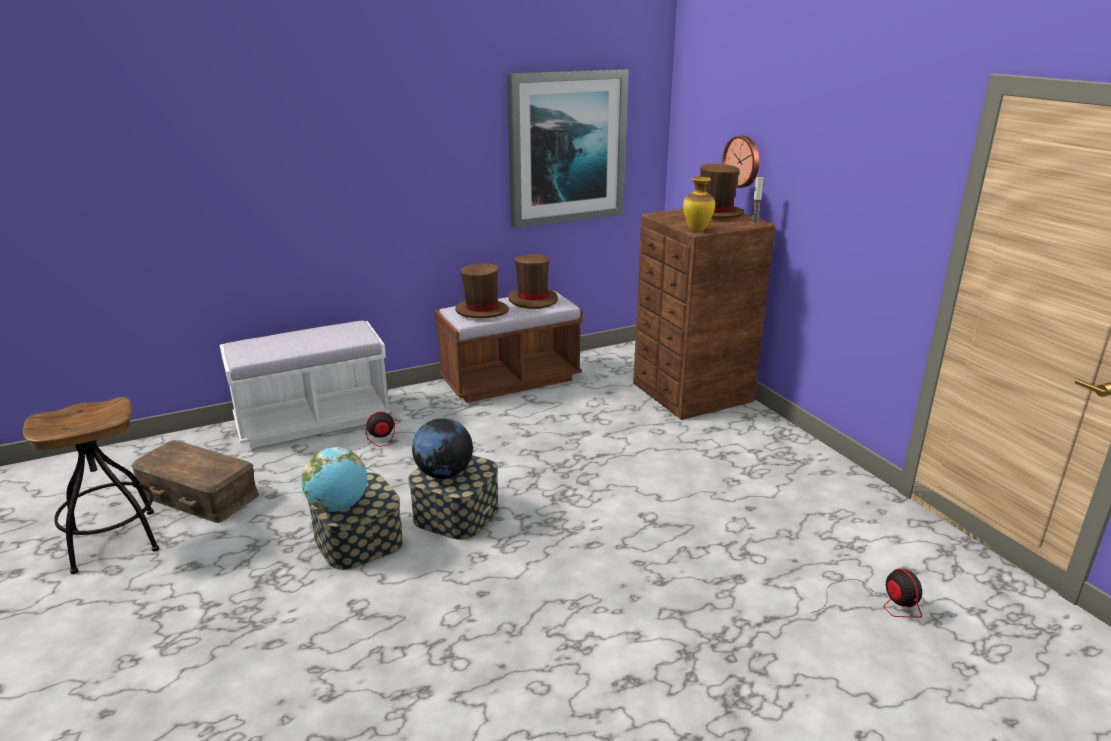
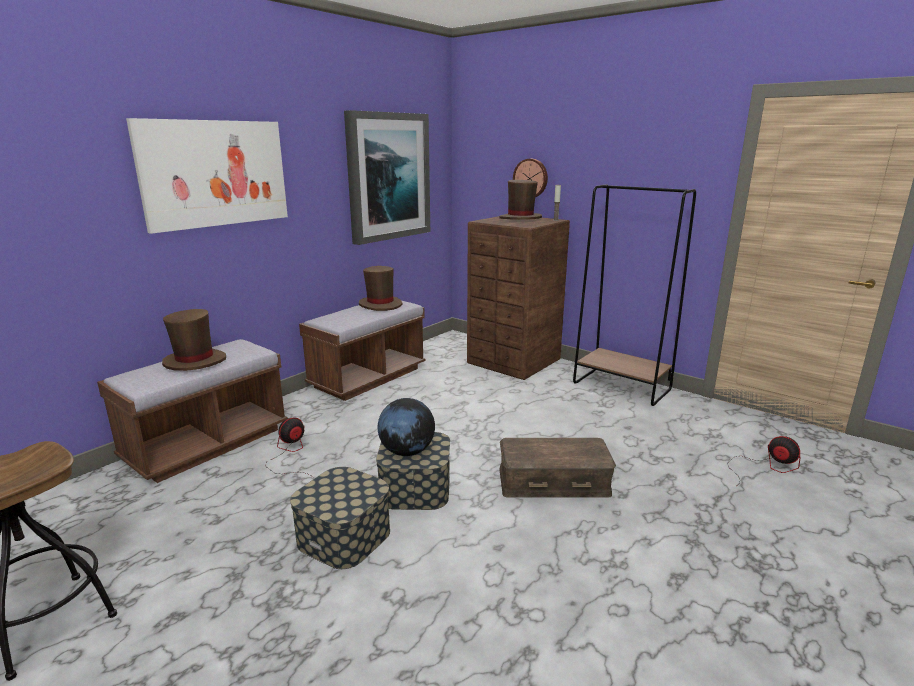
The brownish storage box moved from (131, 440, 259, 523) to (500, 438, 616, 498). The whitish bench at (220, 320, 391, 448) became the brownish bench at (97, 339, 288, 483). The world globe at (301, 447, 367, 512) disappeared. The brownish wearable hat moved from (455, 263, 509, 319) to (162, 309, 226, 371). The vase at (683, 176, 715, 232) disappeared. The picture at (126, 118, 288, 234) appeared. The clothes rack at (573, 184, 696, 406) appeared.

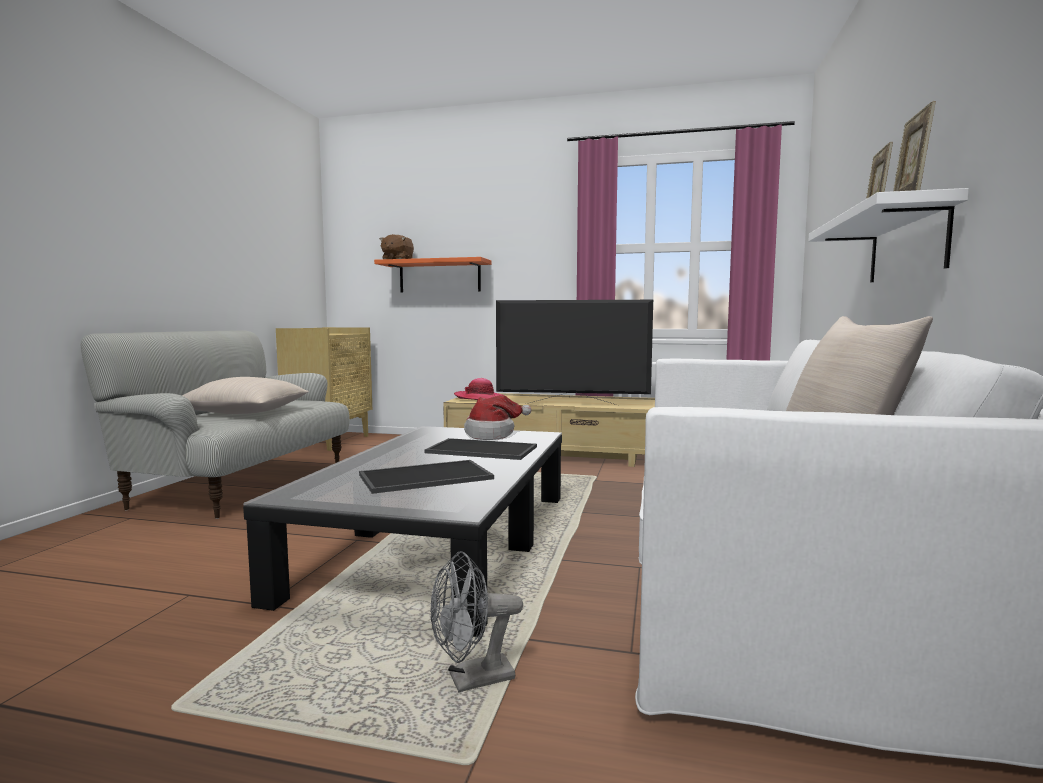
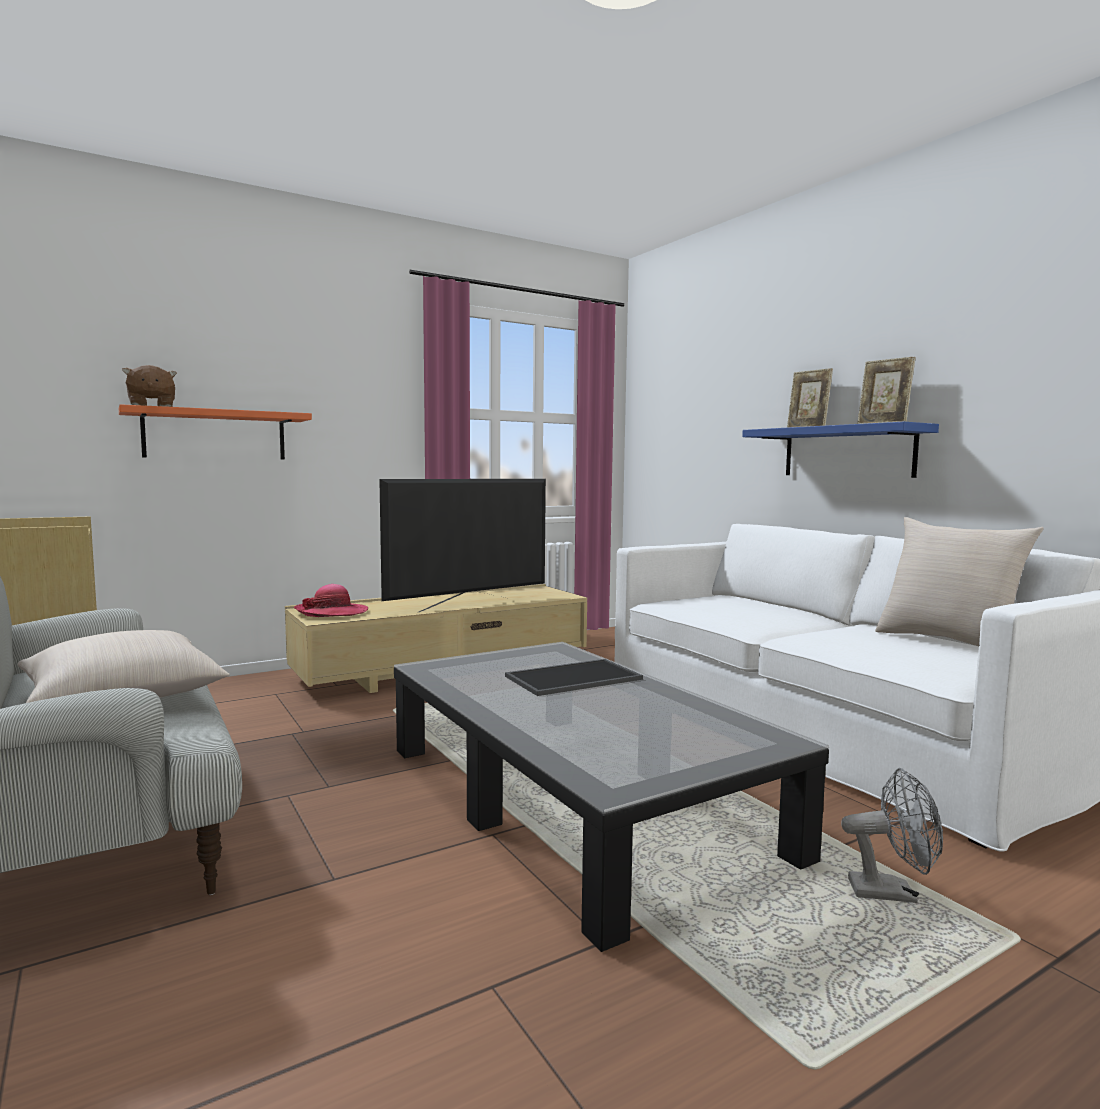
The tray at (359, 460, 494, 494) disappeared. The greyish cooling fan at (430, 551, 523, 692) turned 105 degrees counterclockwise. The wearable hat at (464, 395, 531, 440) disappeared. The whitish wall shelf at (809, 188, 969, 282) became the bluish wall shelf at (742, 422, 939, 478).

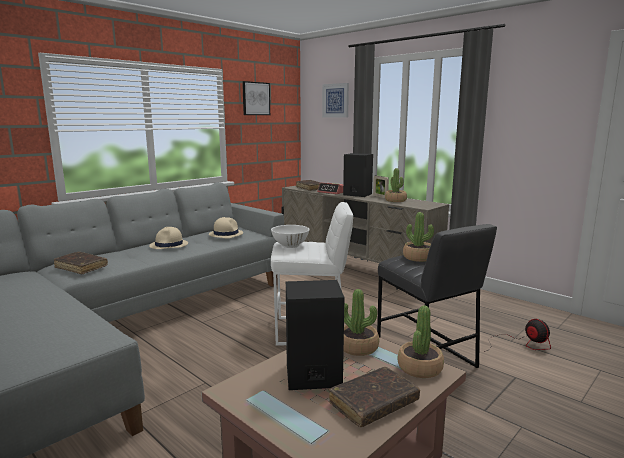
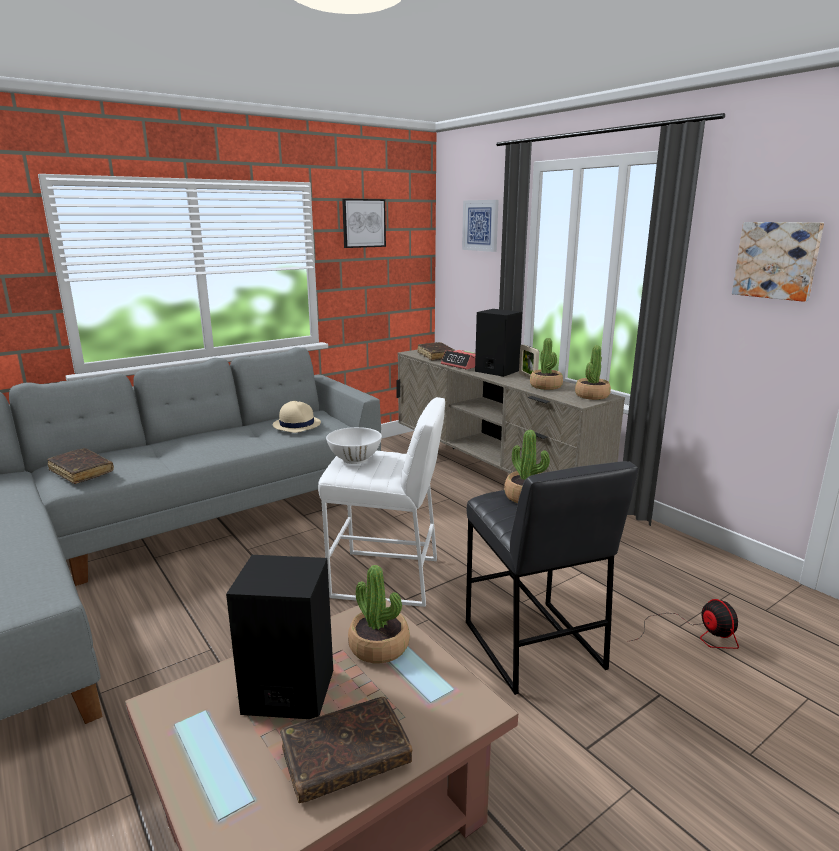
The beige wearable hat at (149, 227, 188, 249) disappeared. The houseplant moved from (397, 305, 444, 378) to (575, 345, 611, 400). The picture at (732, 222, 824, 302) appeared.

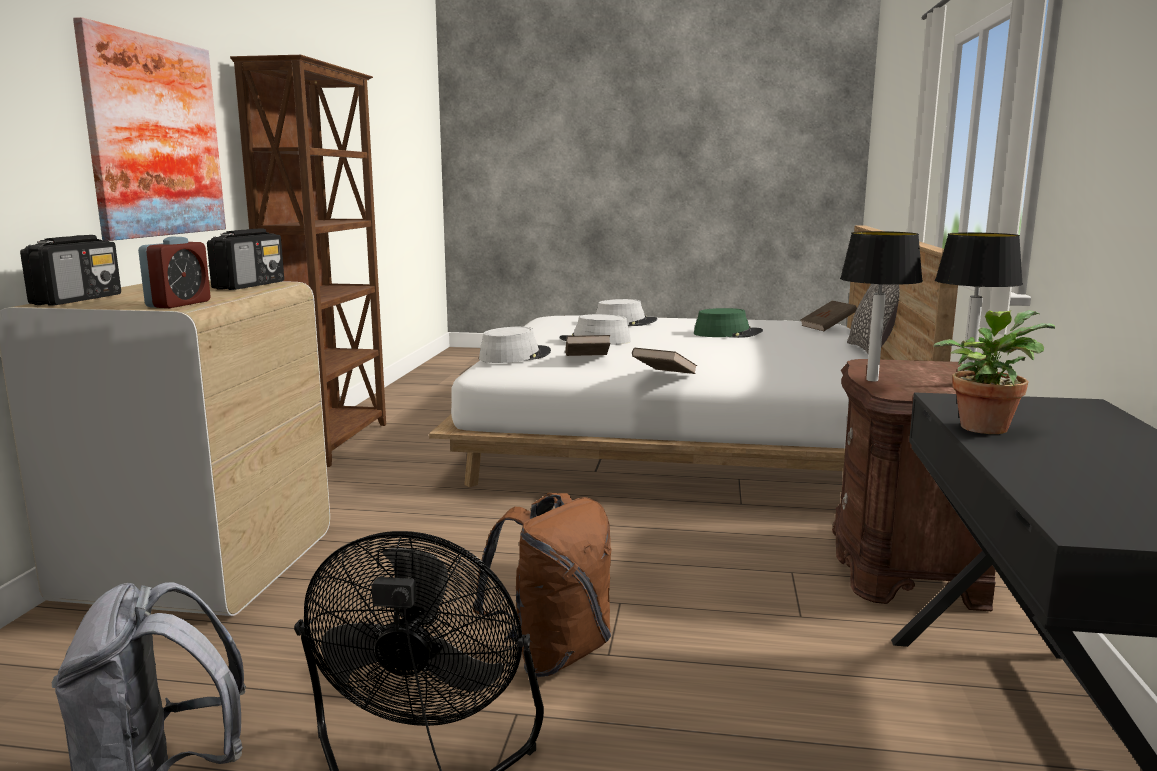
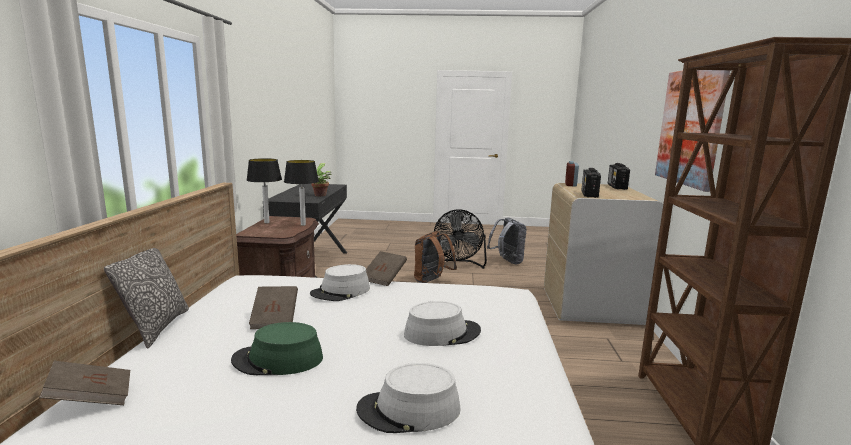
The greyish wearable hat moved from (479, 327, 551, 363) to (310, 264, 370, 301). The brownish volume moved from (565, 335, 610, 356) to (249, 286, 298, 329).

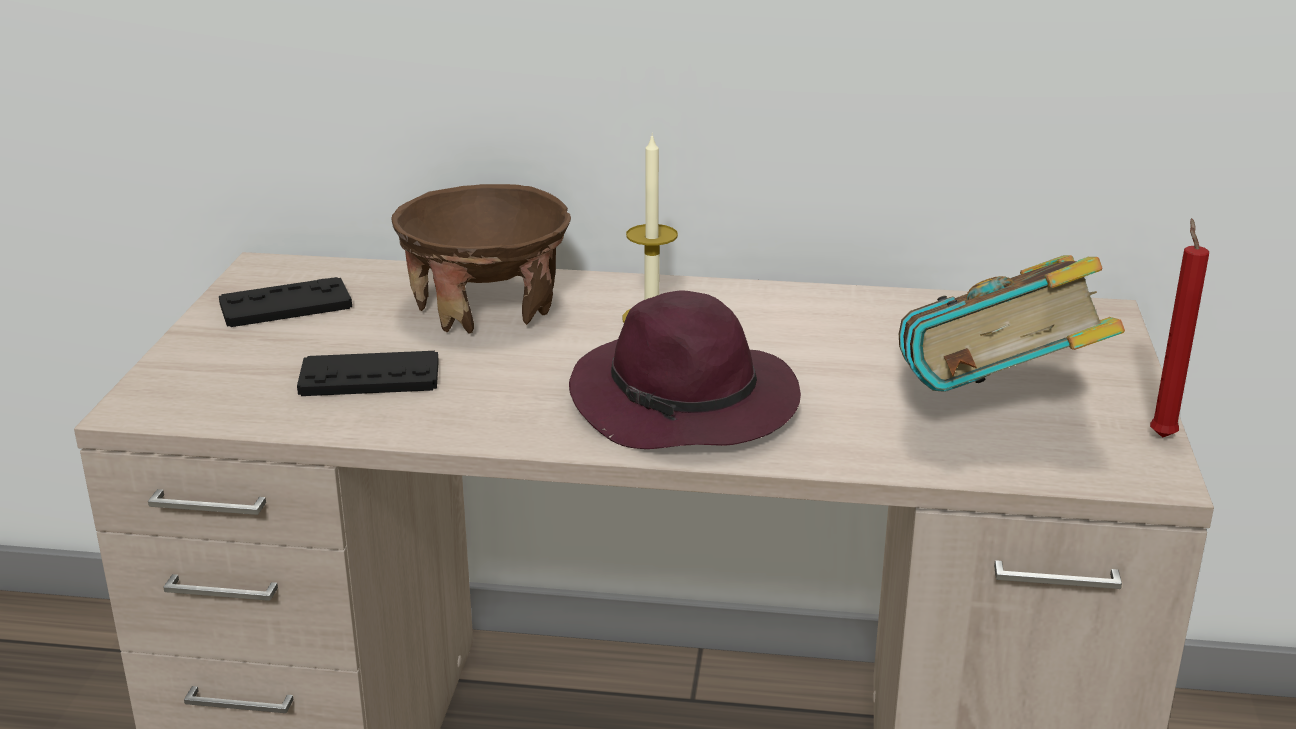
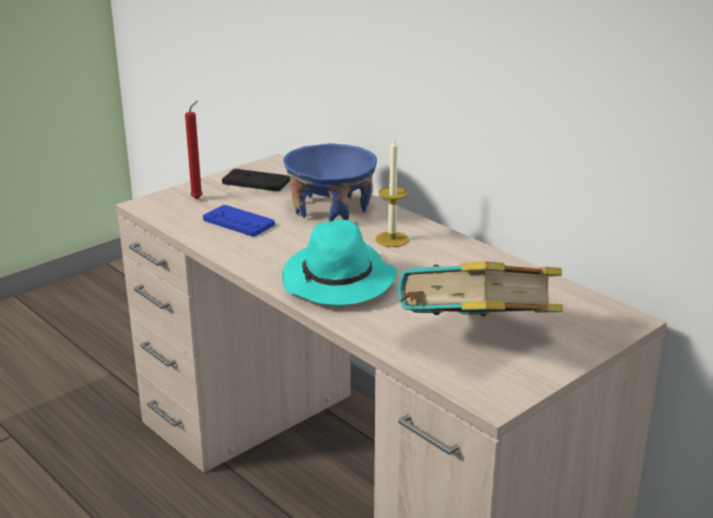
The blackish gamepad at (297, 351, 439, 396) became the bluish gamepad at (203, 205, 275, 237). The brownish bowl at (391, 184, 571, 334) became the bluish bowl at (283, 143, 377, 222). The purple wearable hat at (569, 290, 801, 449) became the turquoise wearable hat at (282, 220, 397, 305). The reddish wax candle moved from (1150, 218, 1209, 438) to (185, 101, 203, 199).

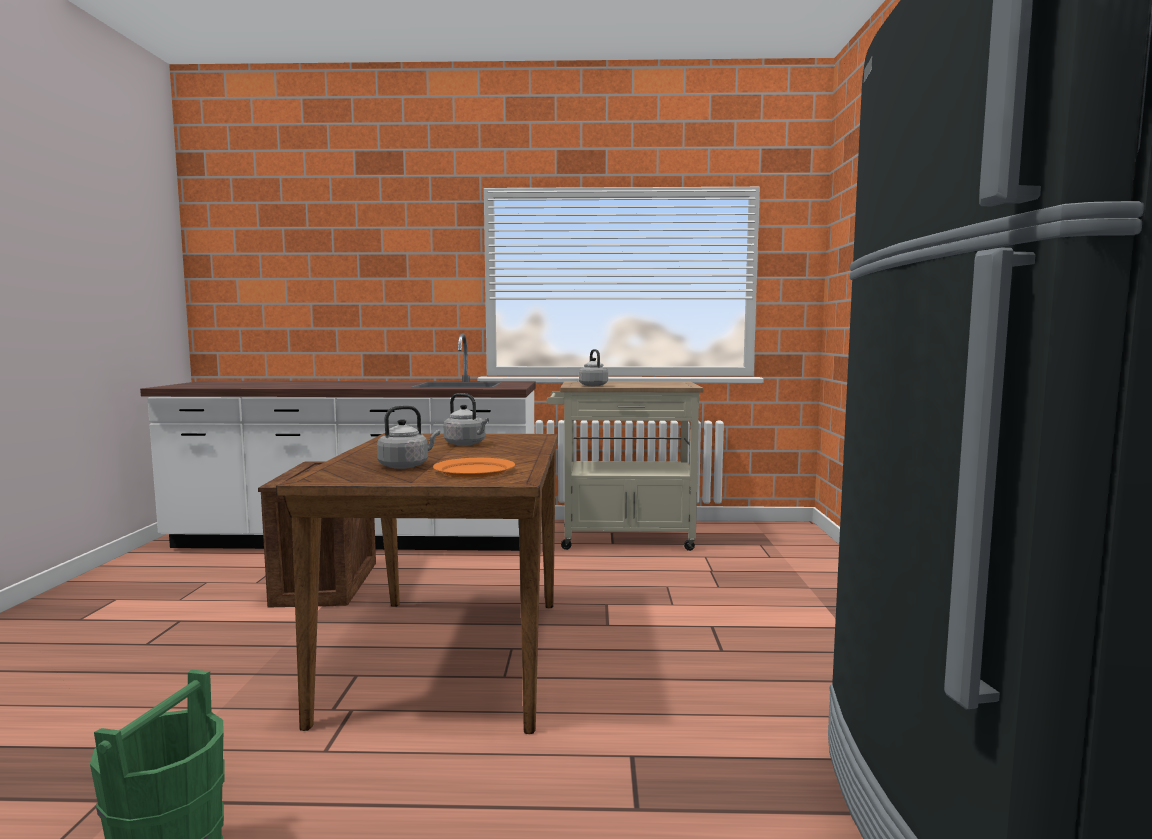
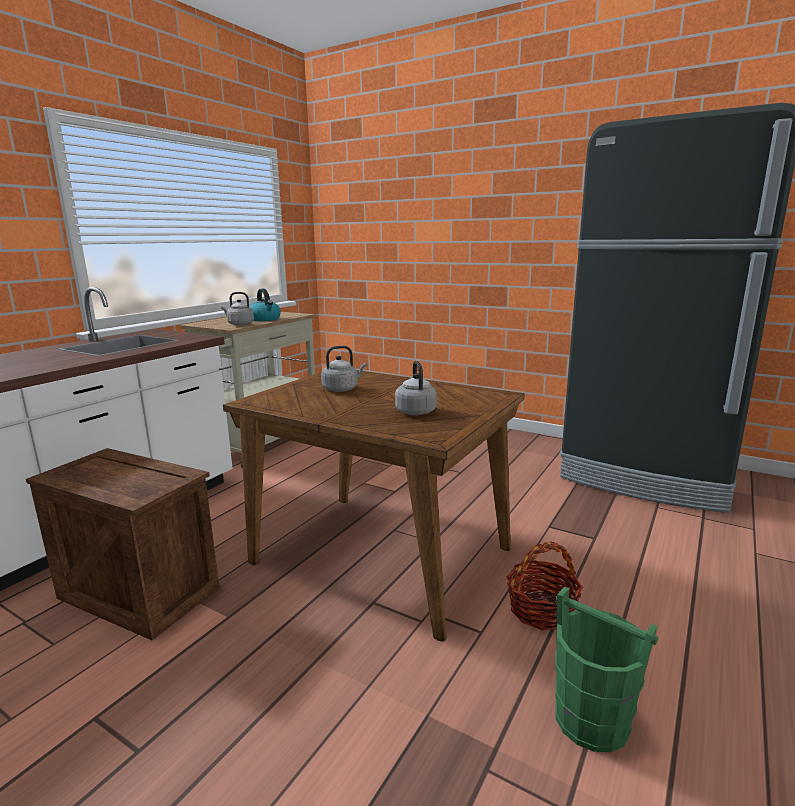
The orange-coloured plate at (433, 458, 515, 478) disappeared. The kettle at (249, 289, 281, 321) appeared. The storage basket at (506, 542, 583, 630) appeared.

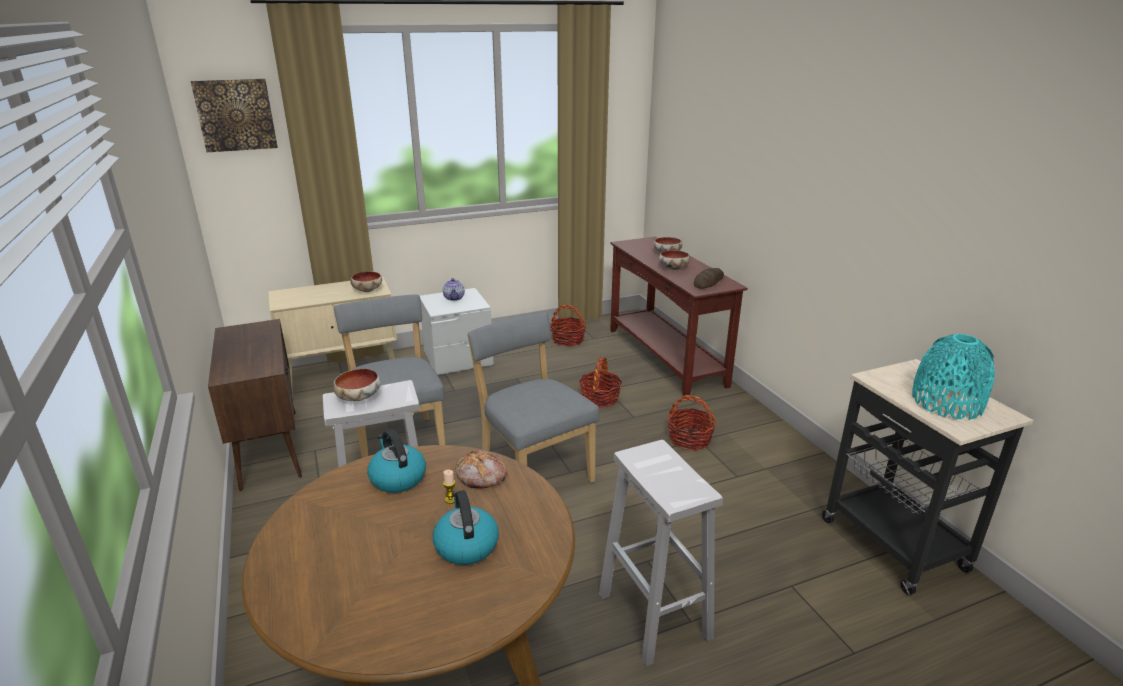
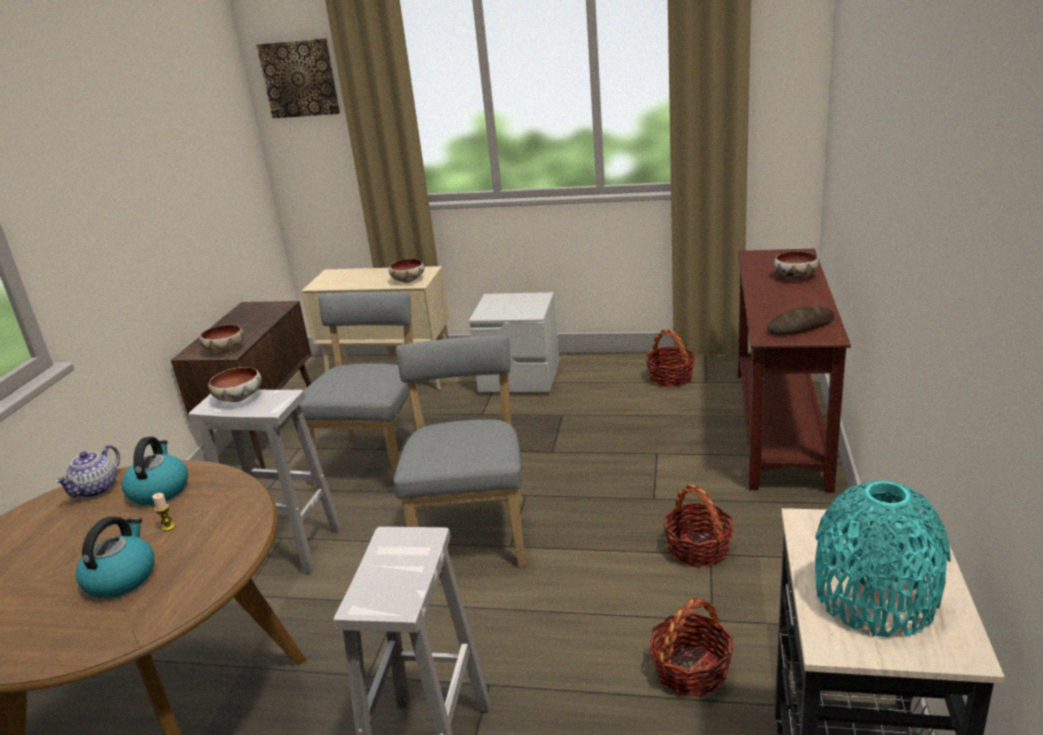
The pot for tea moved from (443, 278, 465, 301) to (55, 445, 120, 498). The bakery bread at (456, 450, 507, 489) disappeared. The storage basket moved from (579, 357, 623, 408) to (649, 598, 734, 697). The bowl moved from (659, 250, 690, 270) to (199, 325, 243, 353).

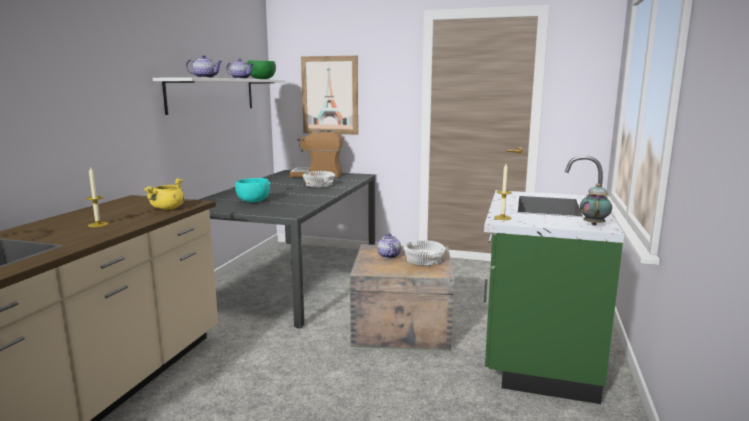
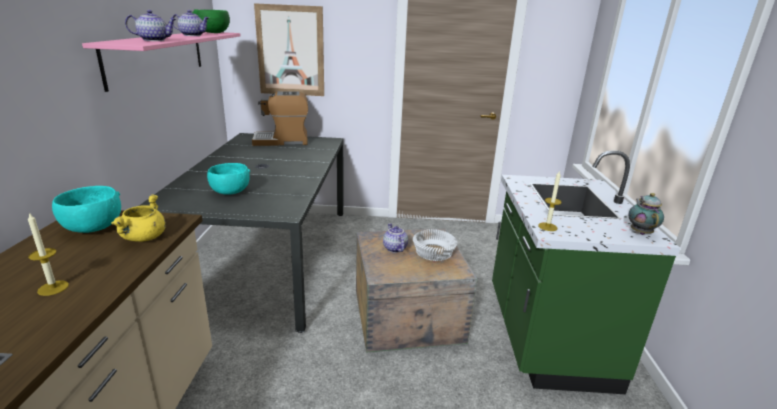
The whitish wall shelf at (153, 77, 285, 115) became the pink wall shelf at (82, 32, 241, 92). The whitish bowl at (303, 171, 335, 187) disappeared. The turquoise bowl at (52, 186, 121, 233) appeared.

